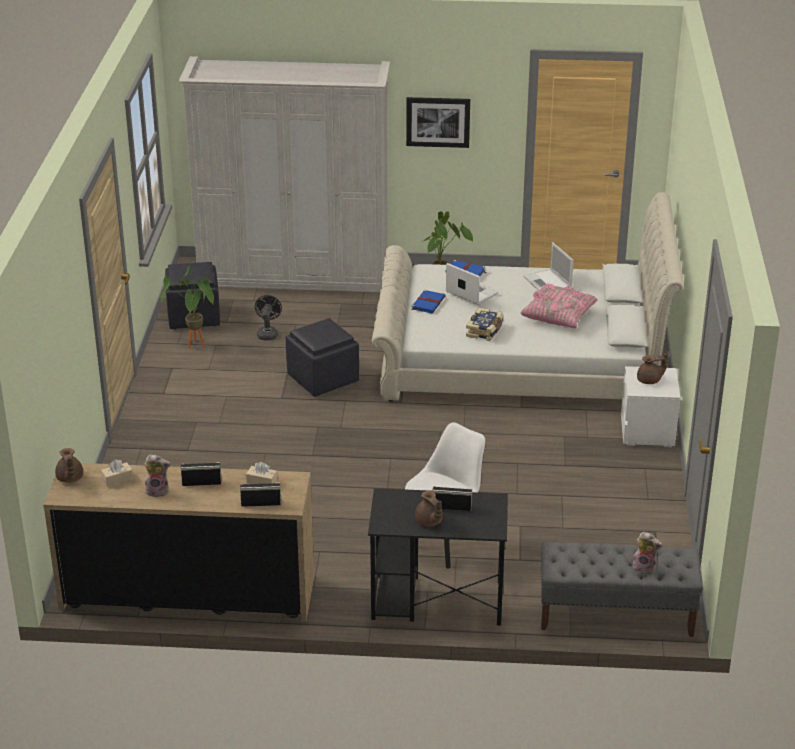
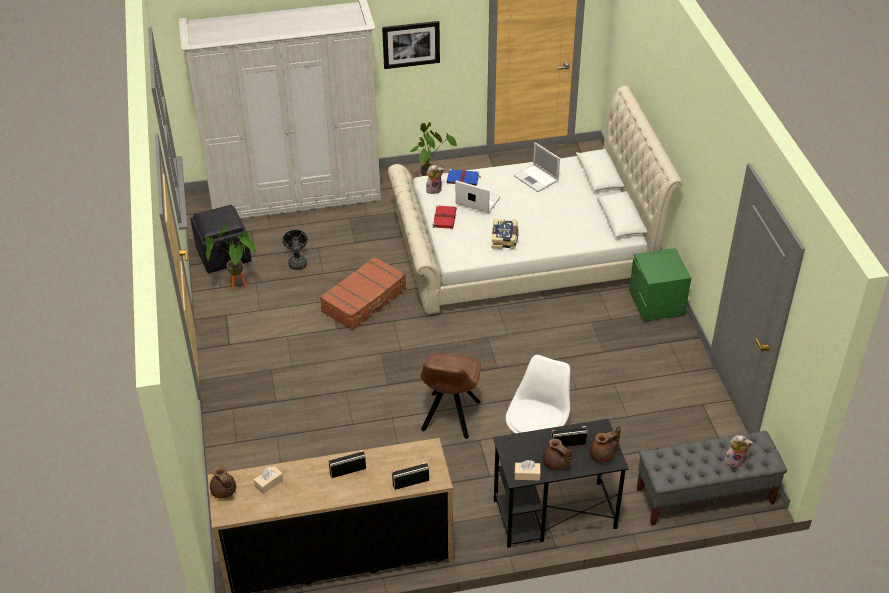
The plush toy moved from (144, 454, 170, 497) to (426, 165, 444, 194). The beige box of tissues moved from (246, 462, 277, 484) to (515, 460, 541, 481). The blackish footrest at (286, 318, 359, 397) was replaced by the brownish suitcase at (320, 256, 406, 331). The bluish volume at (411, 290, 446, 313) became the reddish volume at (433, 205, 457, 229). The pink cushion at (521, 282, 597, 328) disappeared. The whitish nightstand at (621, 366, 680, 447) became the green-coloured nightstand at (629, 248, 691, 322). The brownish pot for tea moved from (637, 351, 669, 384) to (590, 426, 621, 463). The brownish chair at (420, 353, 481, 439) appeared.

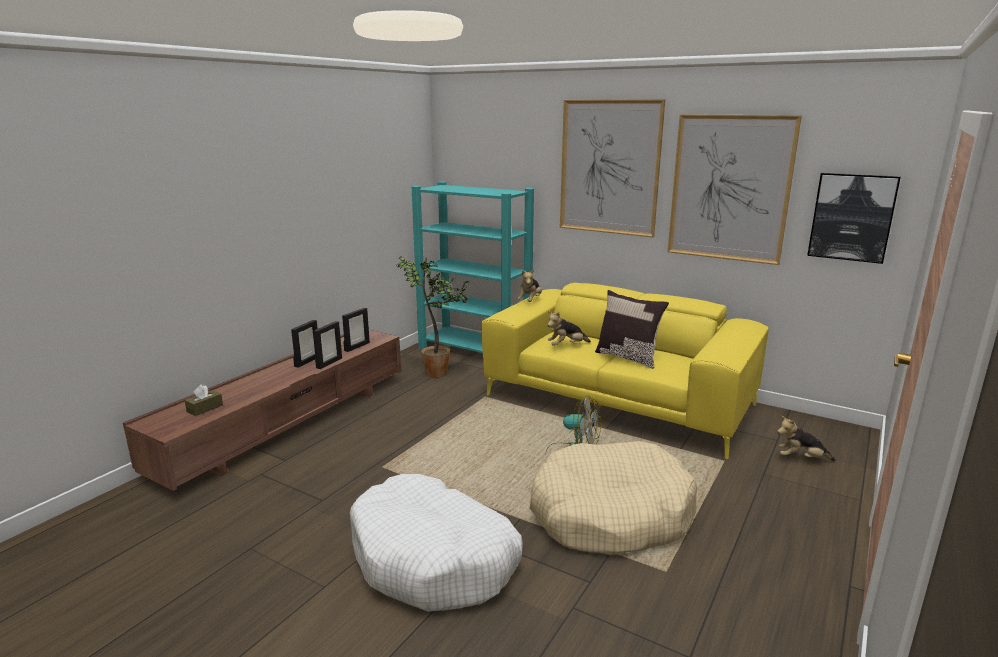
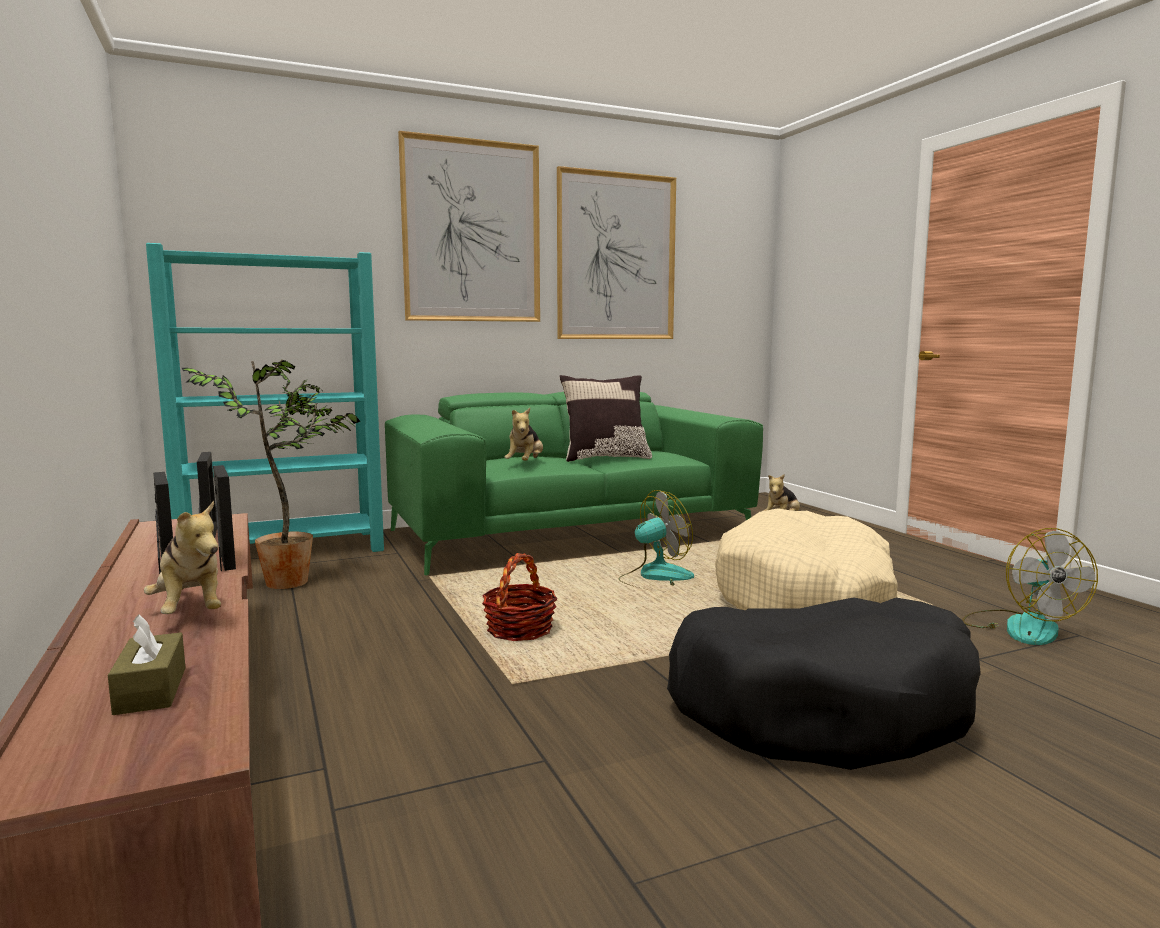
The whitish pet bed at (350, 474, 523, 611) became the blackish pet bed at (667, 598, 981, 770). The yellowish settee at (482, 283, 769, 459) became the green-coloured settee at (385, 392, 763, 575). The plush toy moved from (517, 269, 542, 302) to (144, 501, 221, 614). The picture at (807, 173, 901, 264) disappeared. The storage basket at (482, 553, 557, 641) appeared. The cooling fan at (962, 528, 1098, 645) appeared.

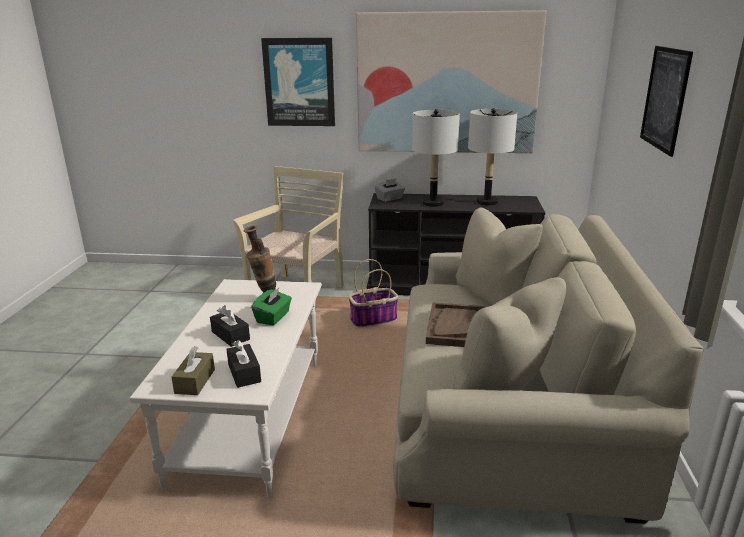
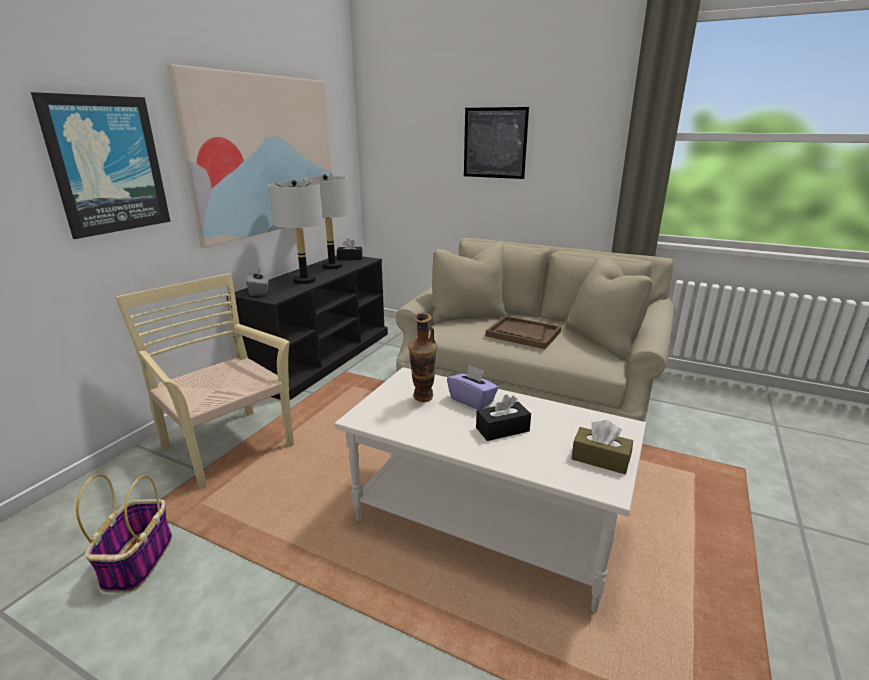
The blackish box of tissues moved from (226, 340, 261, 388) to (337, 238, 363, 260). The green-coloured box of tissues at (251, 288, 292, 325) became the purple box of tissues at (447, 365, 499, 410). The storage basket moved from (349, 259, 398, 328) to (76, 474, 172, 593).

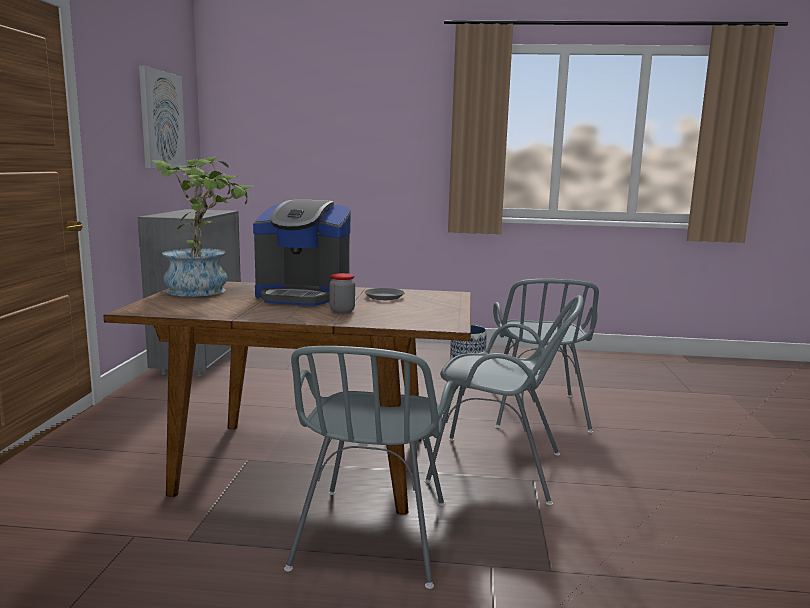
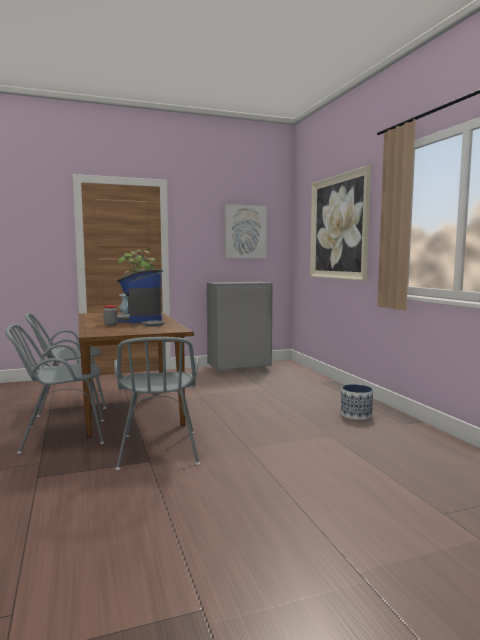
The greyish chair moved from (492, 279, 599, 433) to (25, 313, 107, 417). The picture at (310, 165, 371, 281) appeared.

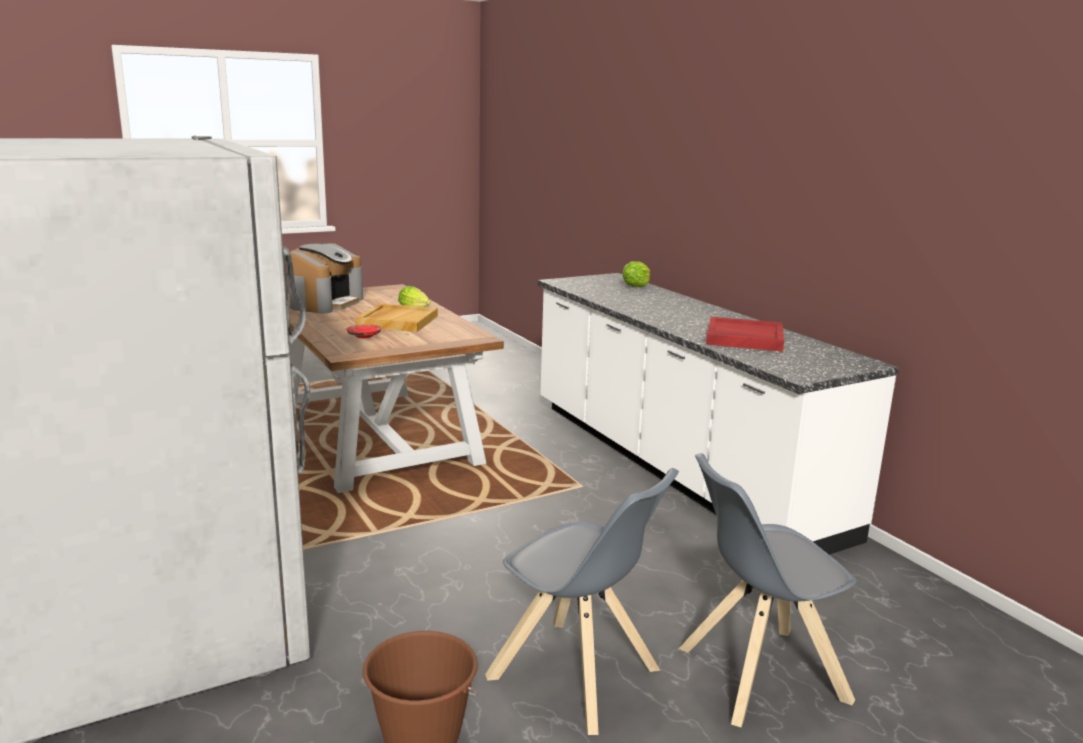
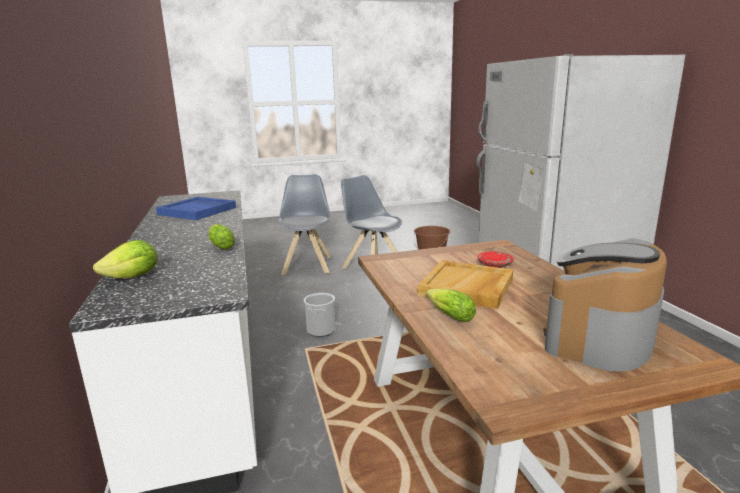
The greyish chair at (679, 453, 857, 727) turned 90 degrees counterclockwise. The reddish tray at (706, 317, 784, 352) became the bluish tray at (156, 197, 236, 220). The head of lettuce at (209, 224, 235, 249) appeared. The bucket at (304, 293, 335, 337) appeared.

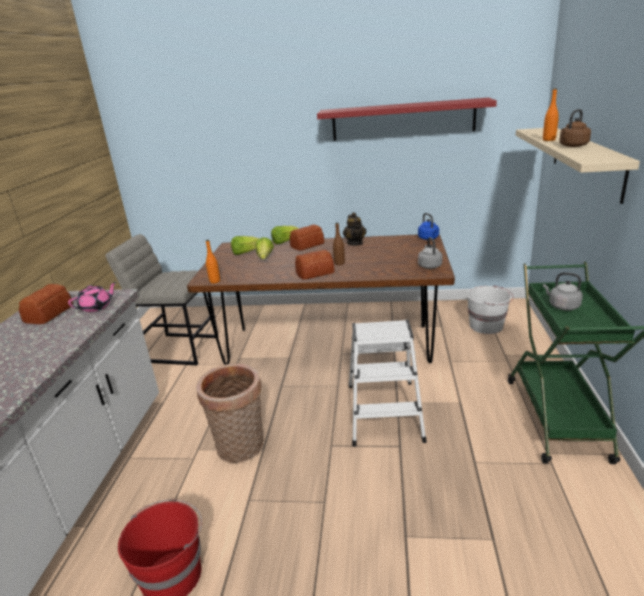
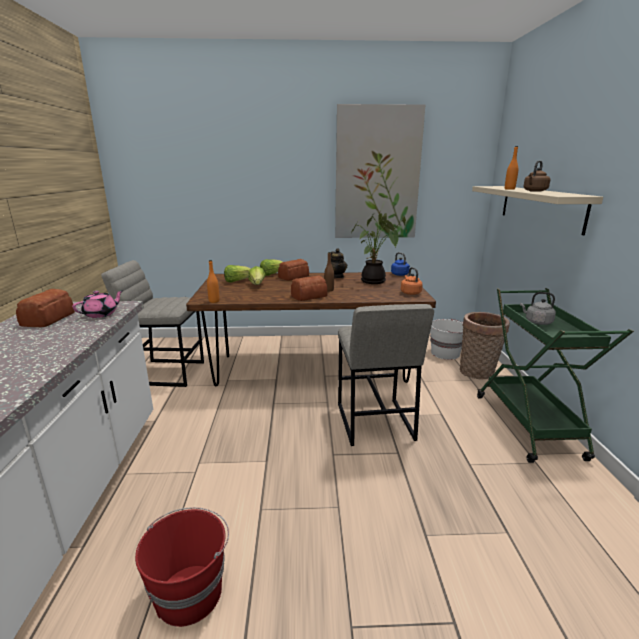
The storage basket moved from (196, 364, 263, 463) to (460, 312, 510, 379). The reddish wall shelf at (317, 98, 497, 141) was replaced by the picture at (335, 104, 425, 238). The whitish step stool at (349, 320, 427, 447) was replaced by the greyish chair at (338, 304, 434, 446). The greyish kettle at (418, 237, 443, 269) became the orange-coloured kettle at (401, 267, 423, 295). The houseplant at (351, 213, 407, 284) appeared.

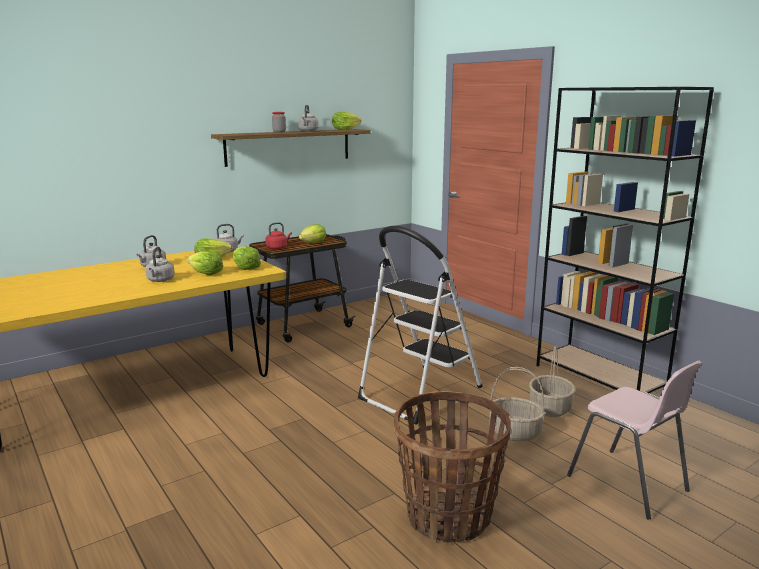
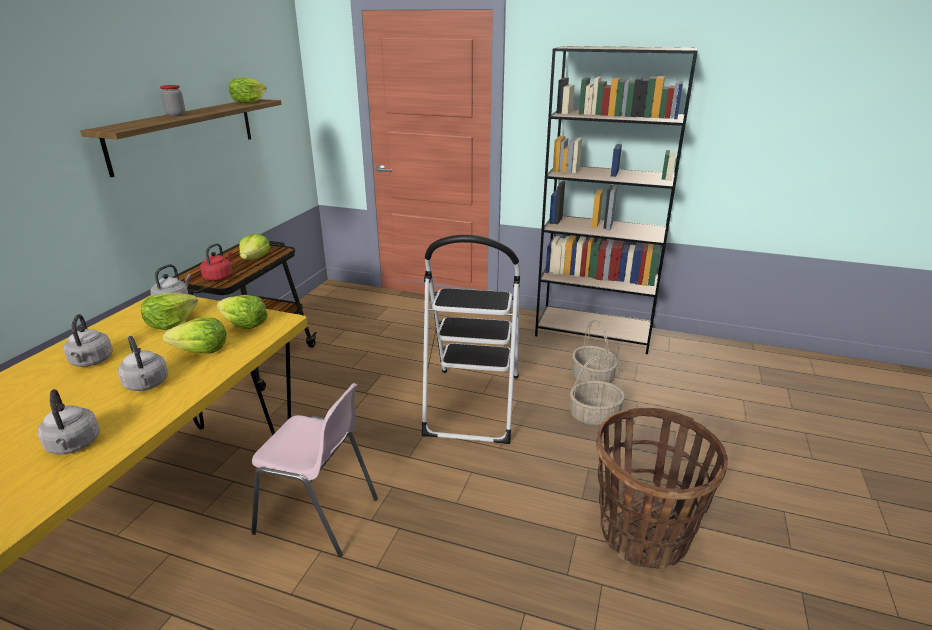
The greyish kettle moved from (298, 105, 319, 132) to (37, 389, 100, 454). The pink chair moved from (567, 361, 702, 519) to (252, 383, 378, 557).

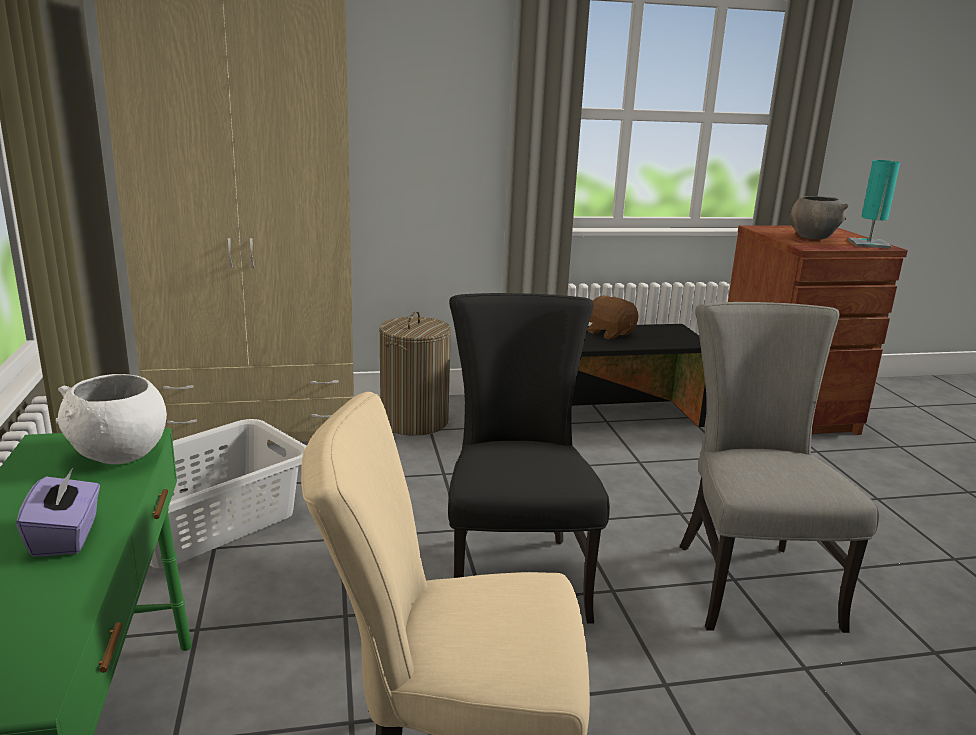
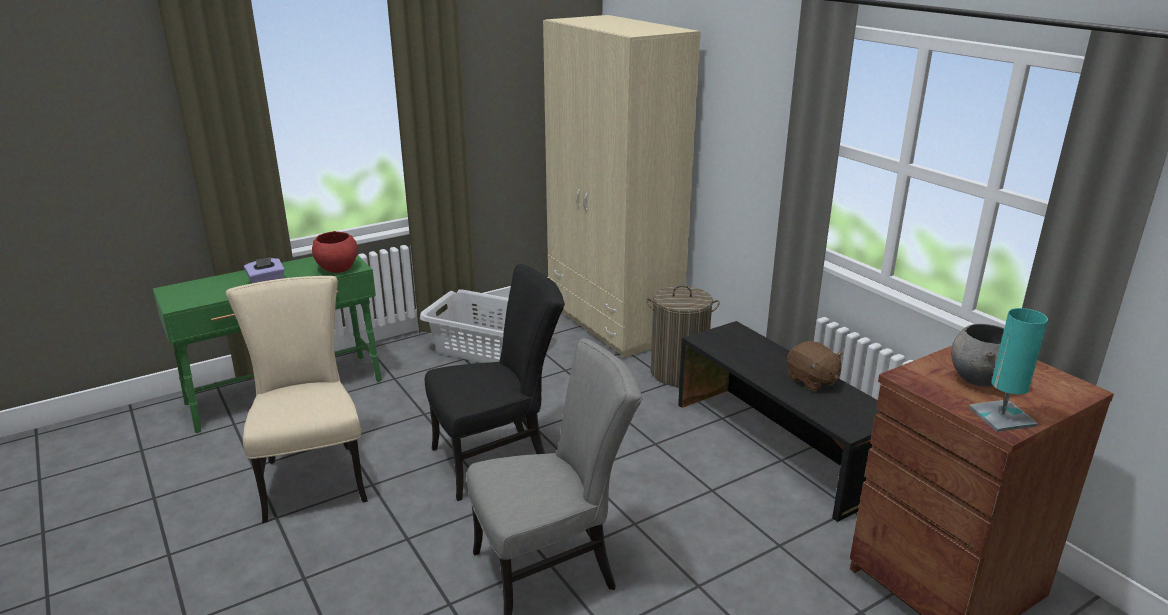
The whitish bowl at (56, 374, 167, 464) became the reddish bowl at (312, 231, 358, 273). The brownish plush toy at (587, 296, 639, 339) turned 120 degrees clockwise.

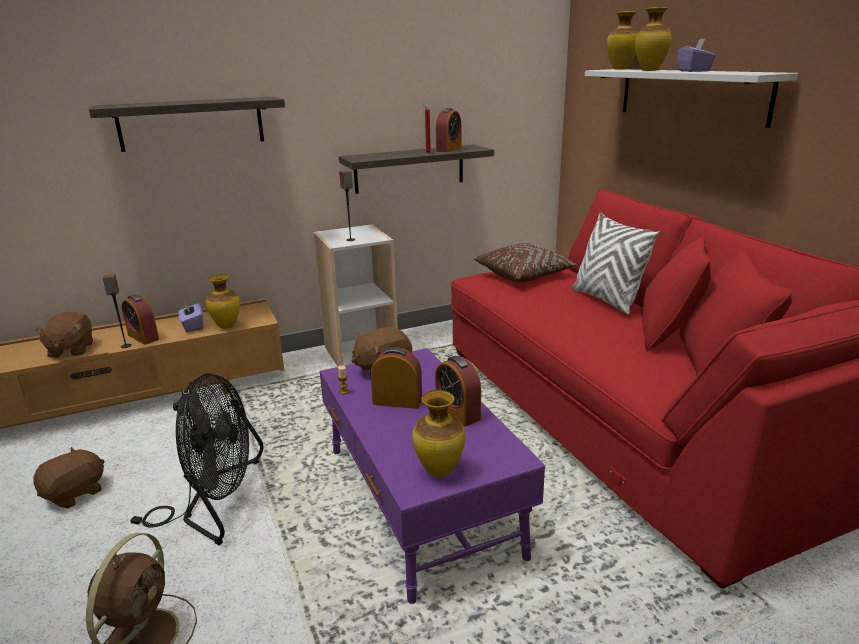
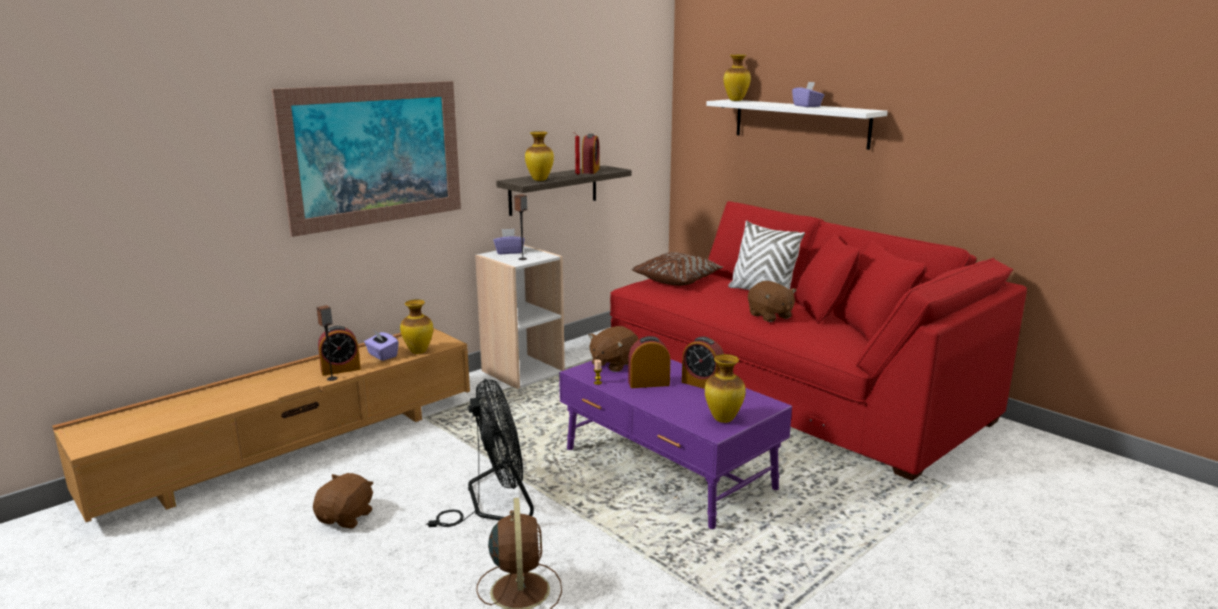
The brownish plush toy moved from (35, 311, 93, 358) to (748, 281, 797, 322). The wall shelf at (89, 97, 285, 152) was replaced by the picture at (271, 81, 461, 237). The table clock at (122, 294, 159, 345) turned 45 degrees counterclockwise. The vase moved from (635, 7, 672, 71) to (525, 131, 554, 181). The purple box of tissues at (493, 228, 525, 254) appeared.

